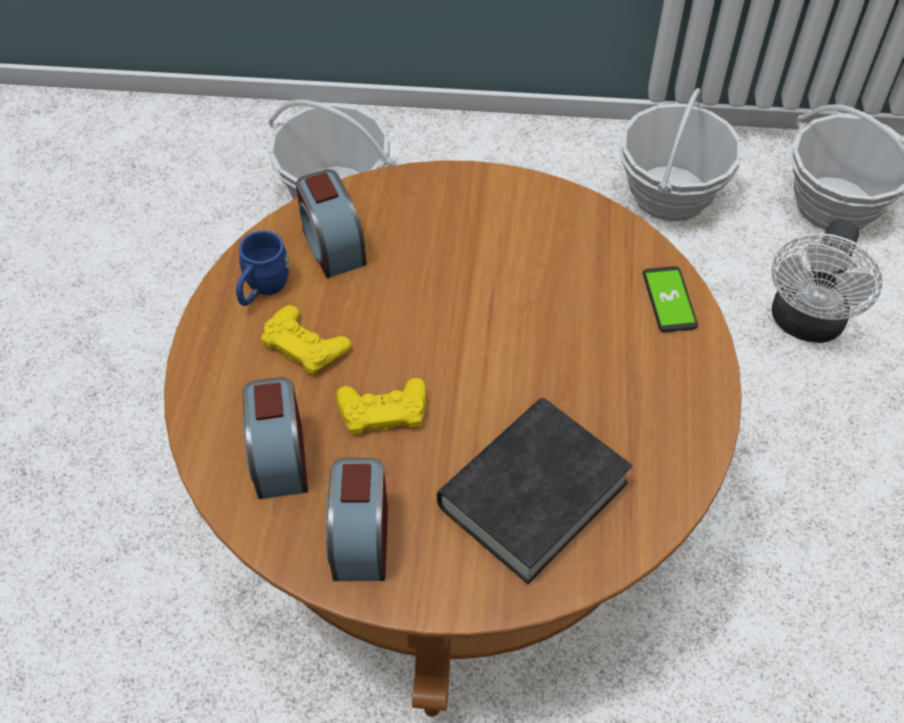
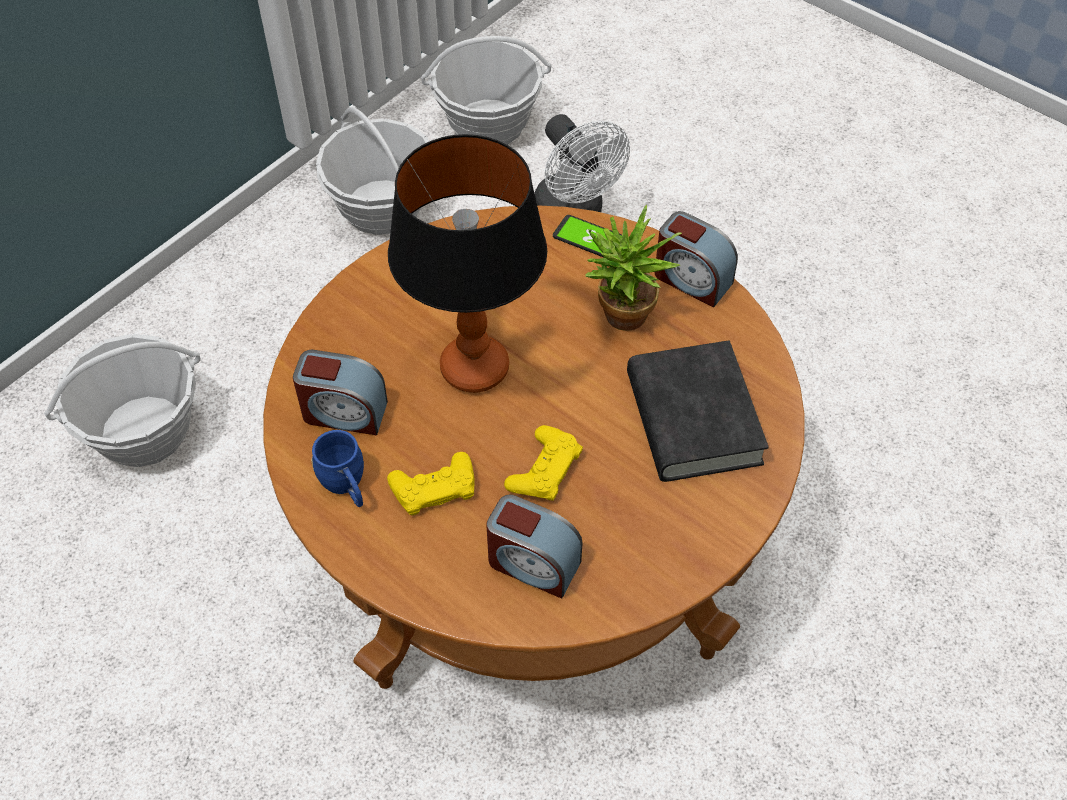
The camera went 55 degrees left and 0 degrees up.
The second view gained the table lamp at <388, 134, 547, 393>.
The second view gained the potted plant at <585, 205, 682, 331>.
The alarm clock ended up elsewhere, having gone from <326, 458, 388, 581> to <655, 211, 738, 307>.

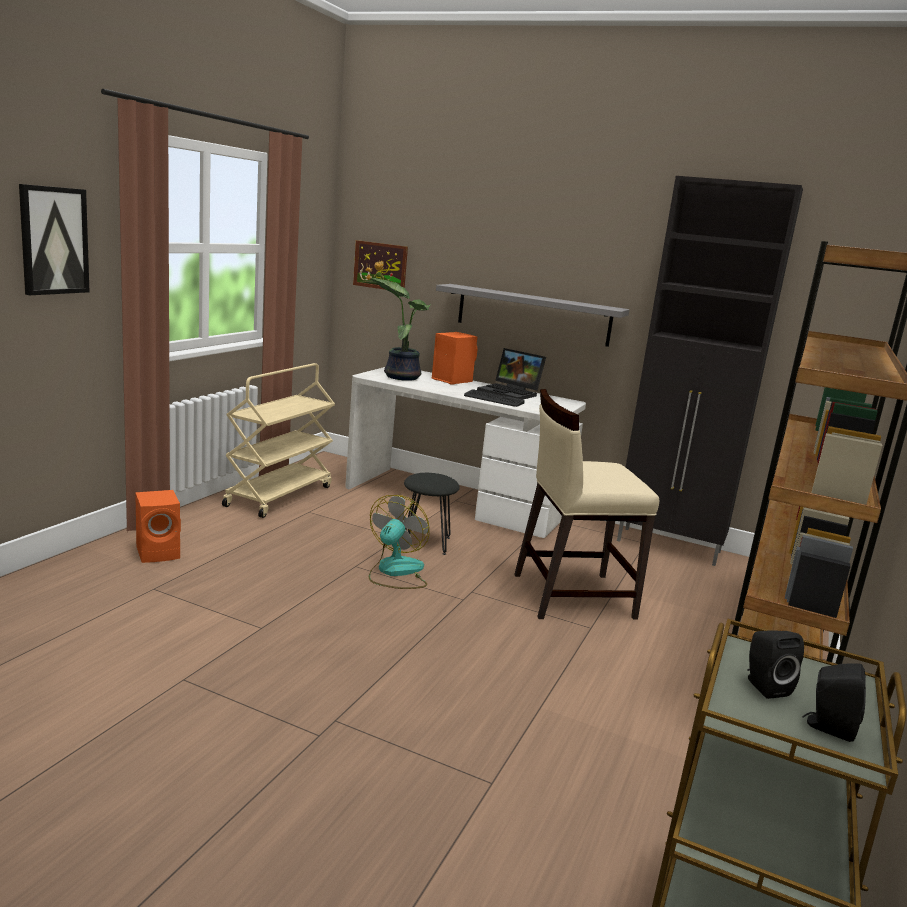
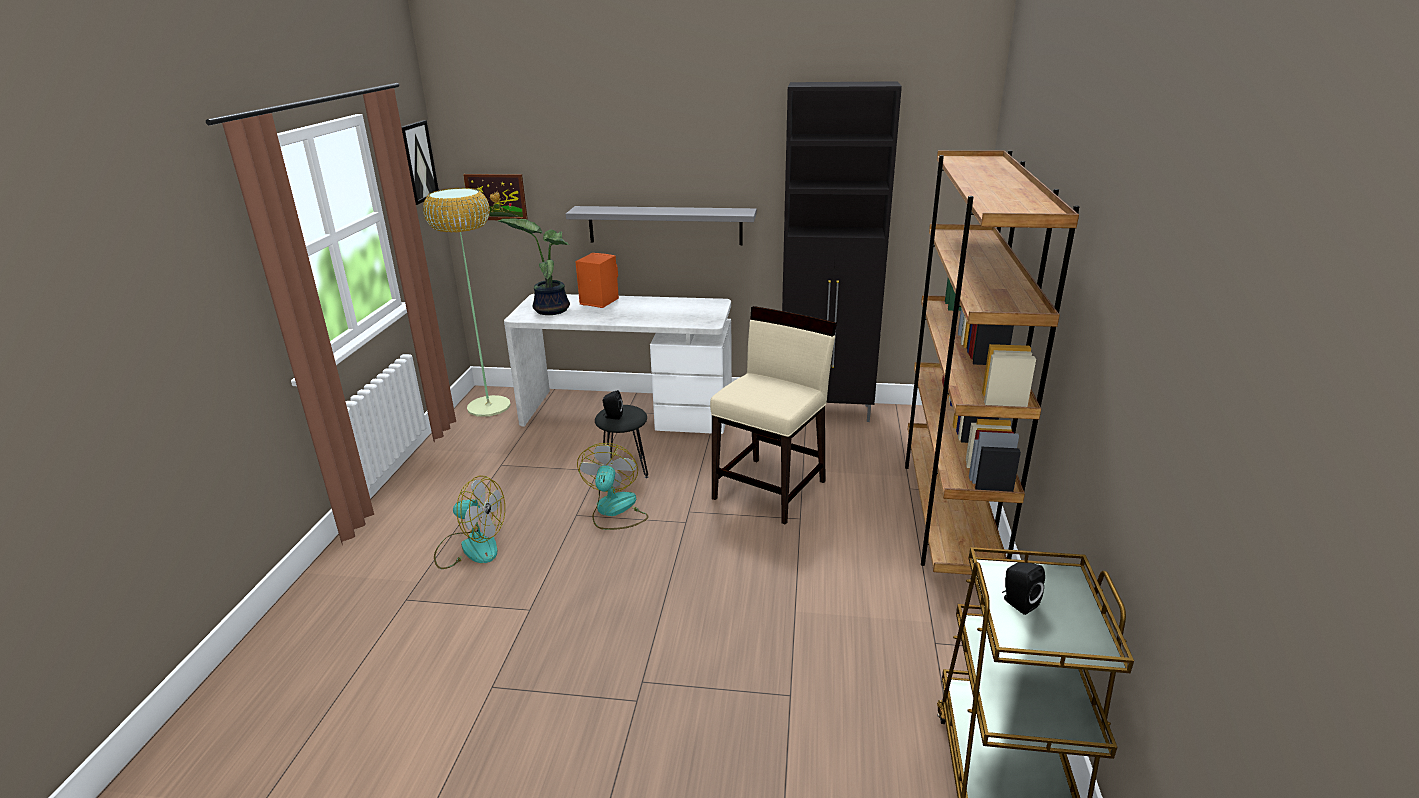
The camera went 15 degrees left and 10 degrees up.
The picture ended up elsewhere, having gone from <19, 184, 89, 295> to <401, 120, 439, 205>.
The second view gained the floor lamp at <423, 188, 511, 417>.
The second view gained the fan at <434, 476, 505, 569>.
The black speaker ended up elsewhere, having gone from <802, 664, 866, 742> to <603, 390, 623, 420>.
The beige chair at <514, 389, 659, 620> ended up facing another way, 150 degrees clockwise from before.
The second view lost the orange speaker at <135, 490, 181, 563>.
The second view lost the beige cart at <222, 363, 335, 518>.
The second view lost the keyboard at <464, 389, 525, 407>.
The second view lost the laptop at <477, 348, 546, 400>.

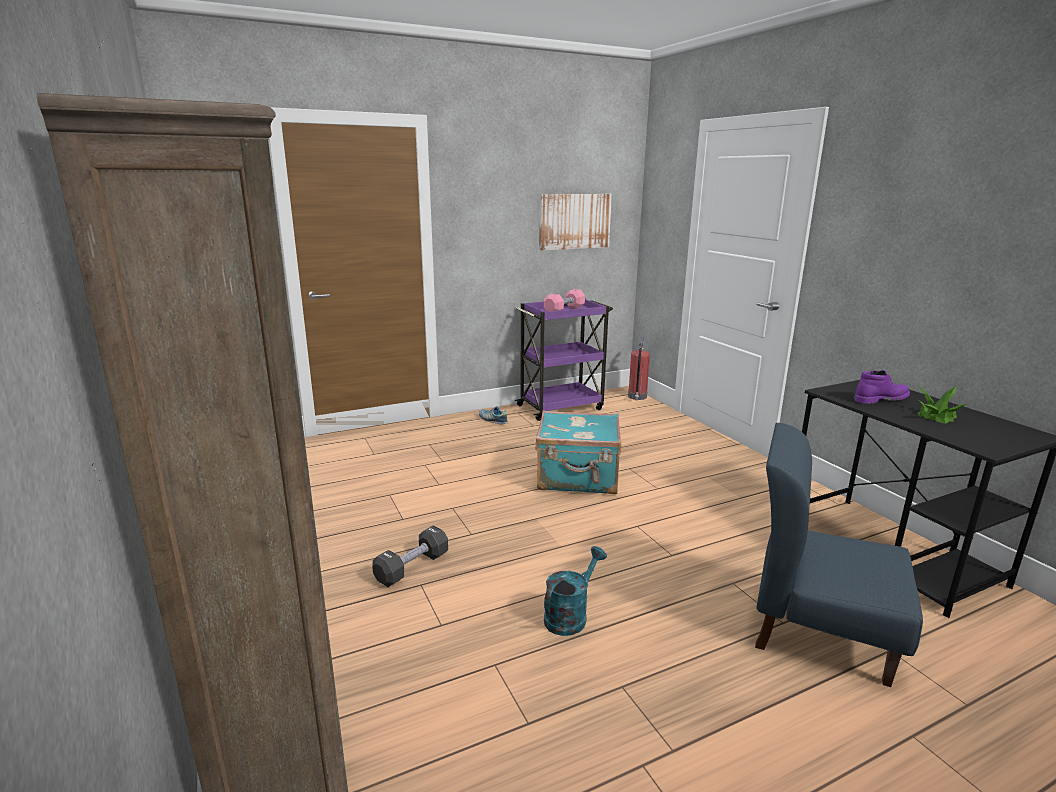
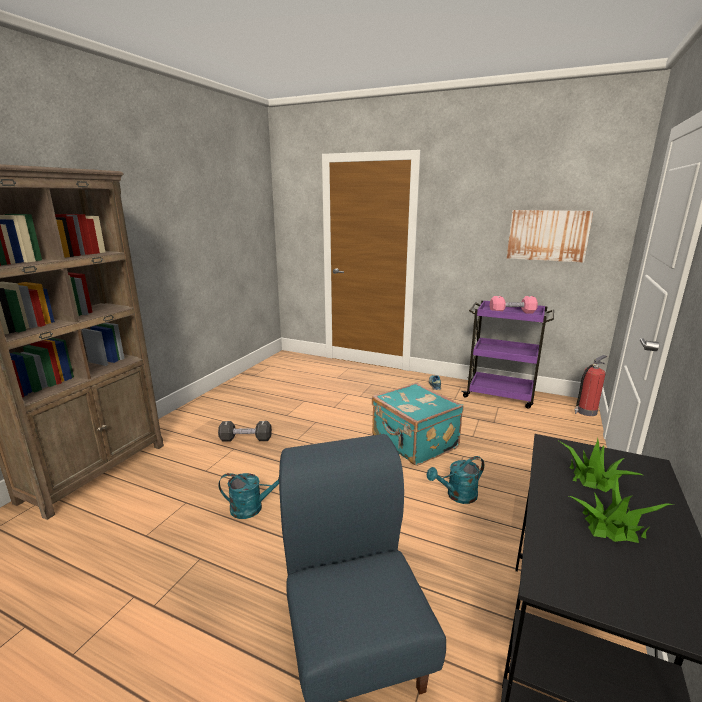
The camera went 50 degrees right and 0 degrees up.
The second view gained the turquoise watering can at <427, 456, 484, 504>.
Where the purple boot stood at <854, 370, 910, 404>, the potted plant came to stand at <557, 438, 642, 492>.

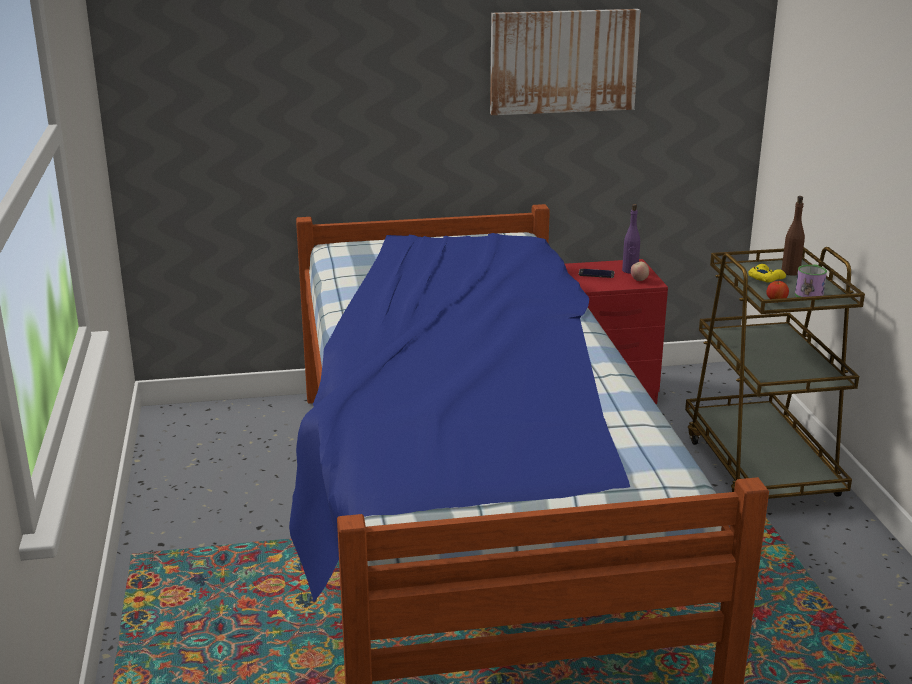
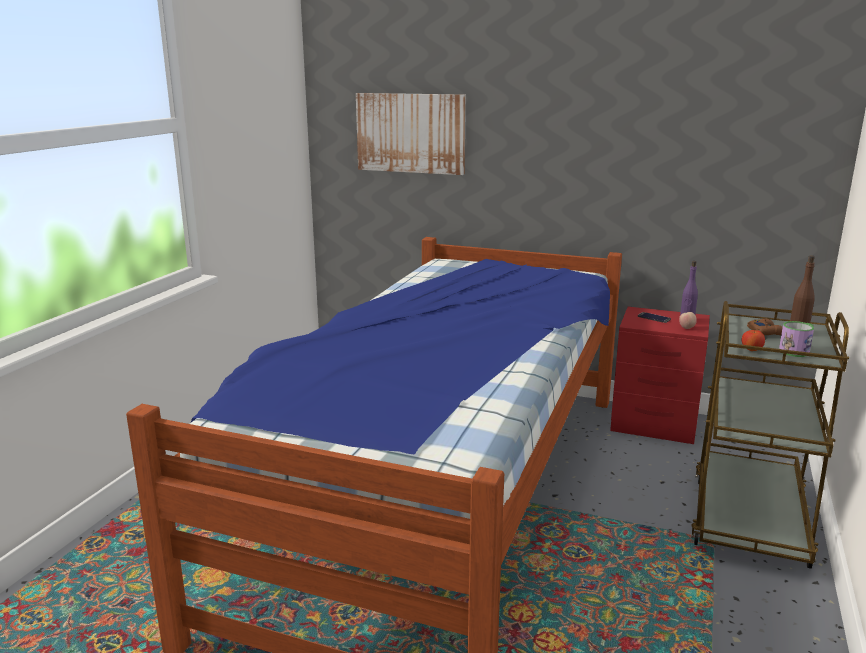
The camera went 30 degrees right and 5 degrees down.
The picture ended up elsewhere, having gone from <490, 9, 641, 115> to <356, 93, 466, 175>.
What was the yellow game controller at <748, 264, 786, 283> turned into the brown game controller at <747, 318, 783, 335>.

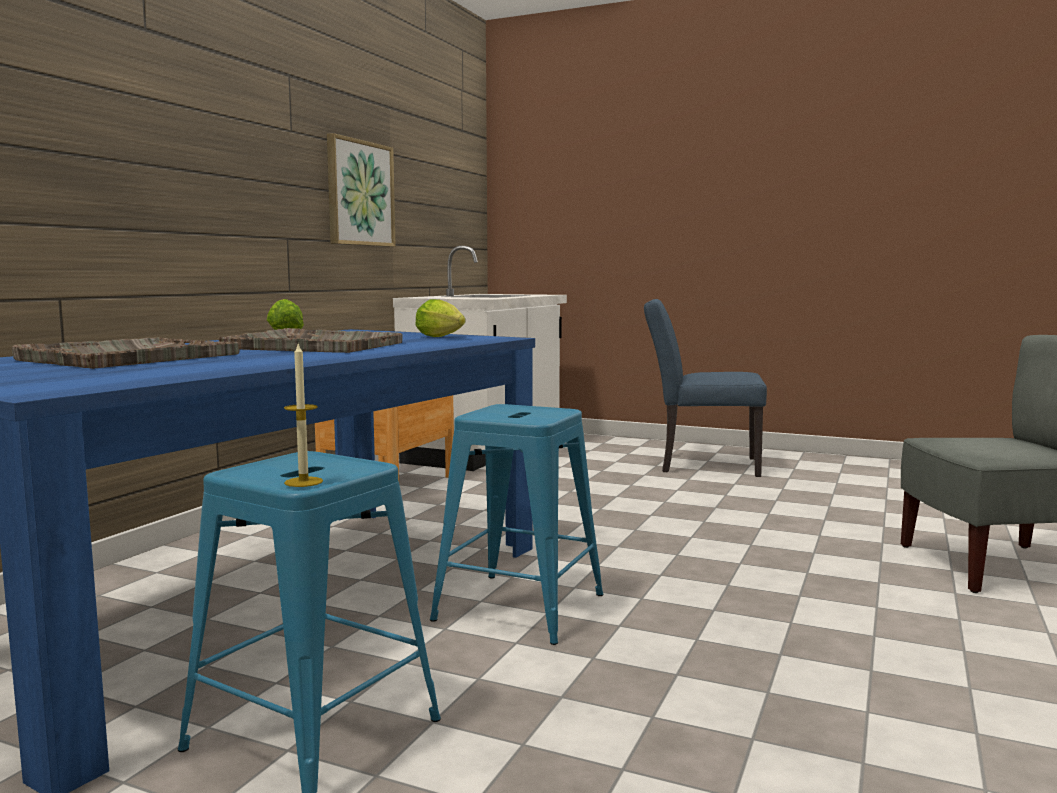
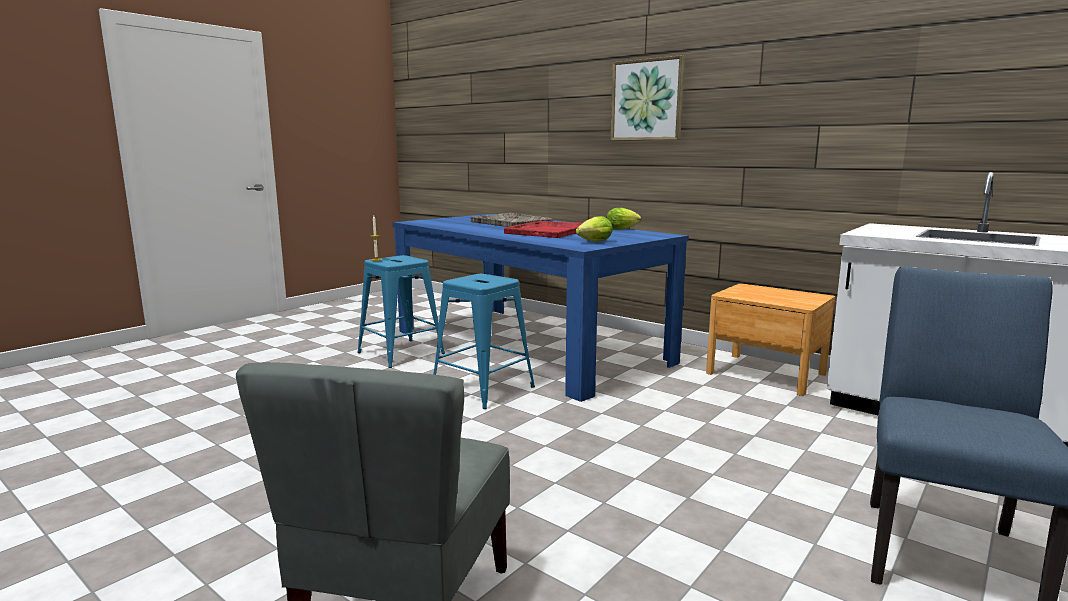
The camera went 105 degrees right and 5 degrees up.
What was the grey tray at <219, 328, 403, 353> turned into the red tray at <504, 221, 582, 238>.
The picture ended up elsewhere, having gone from <327, 133, 396, 247> to <610, 55, 685, 141>.

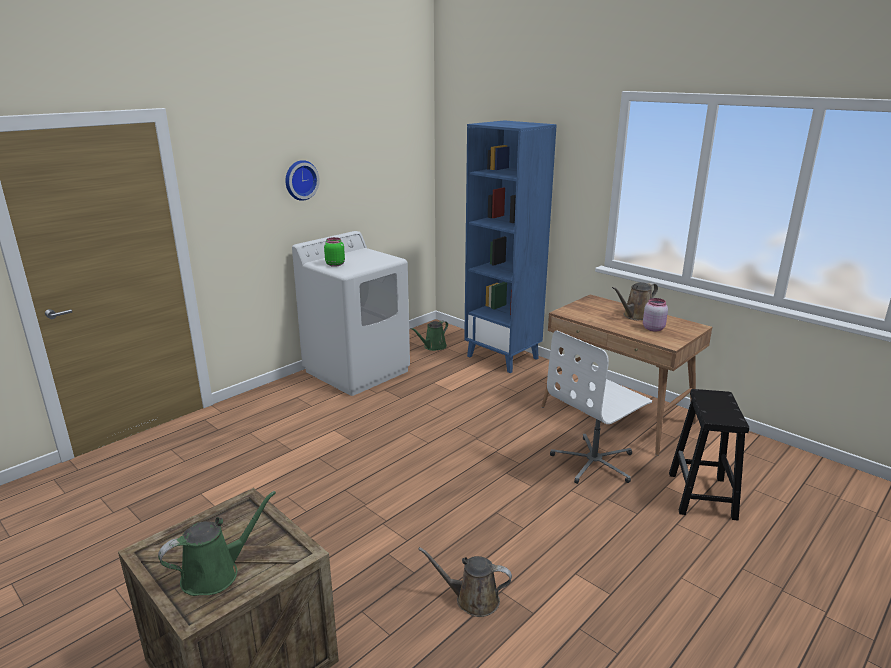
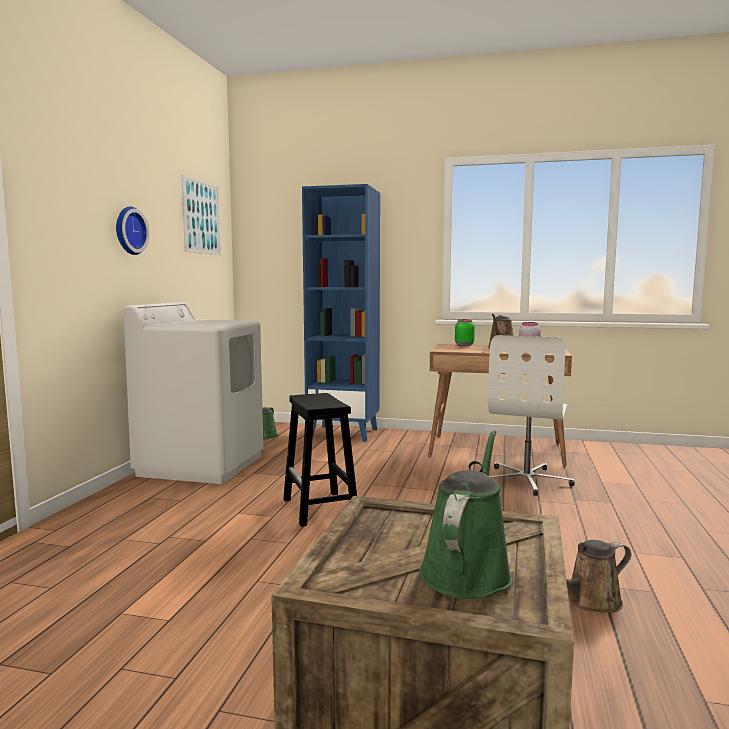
The camera went 30 degrees left and 15 degrees down.
The second view gained the picture at <181, 174, 221, 255>.
The black stool ended up elsewhere, having gone from <669, 389, 749, 520> to <283, 393, 357, 527>.
The green jar ended up elsewhere, having gone from <324, 237, 345, 267> to <455, 319, 475, 346>.

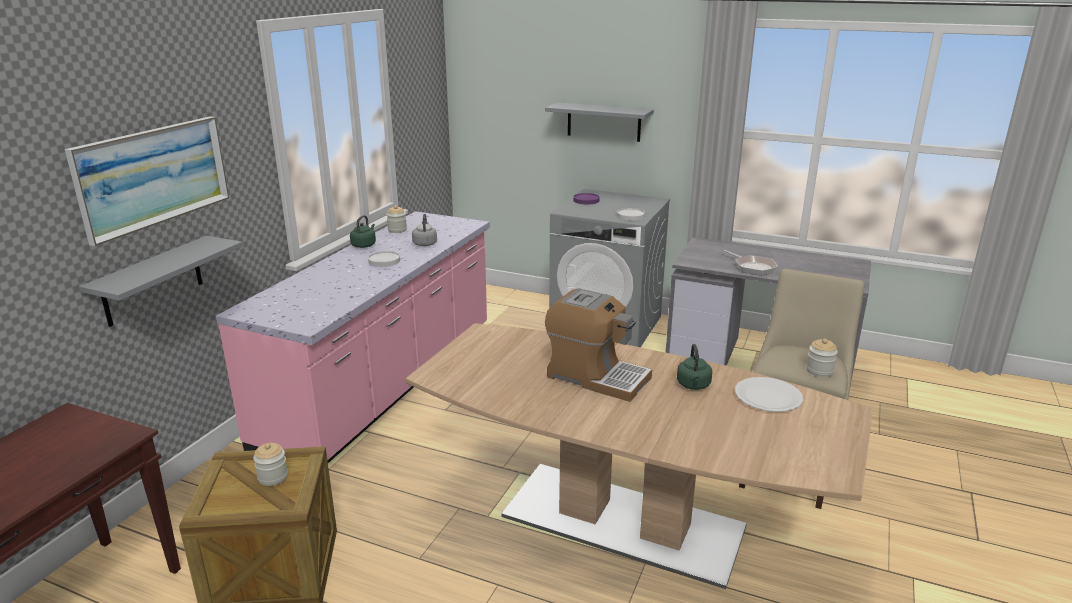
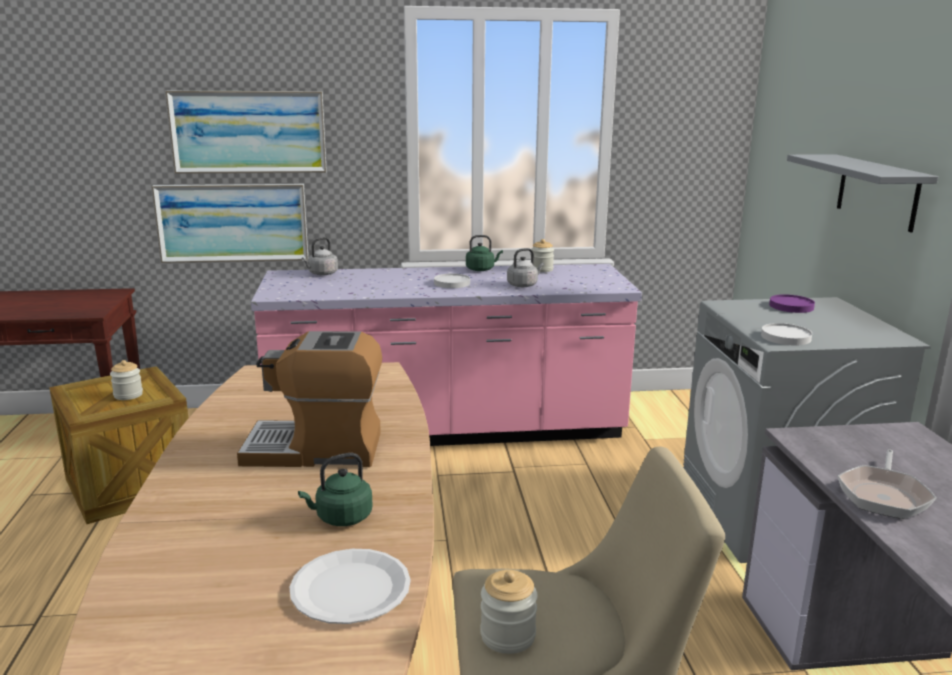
The camera went 60 degrees right and 5 degrees down.
Where the grey shelf hung at <79, 236, 243, 327>, the picture came to hang at <152, 184, 308, 263>.
The coffee machine at <545, 288, 652, 402> ended up facing another way, 90 degrees clockwise from before.
The second view gained the grey kettle at <302, 237, 338, 275>.

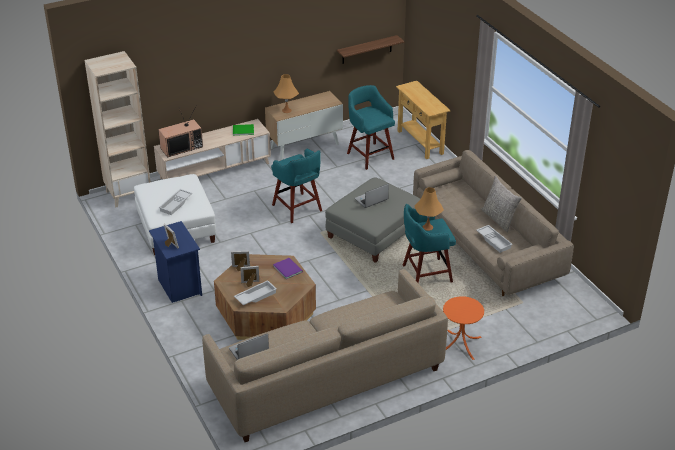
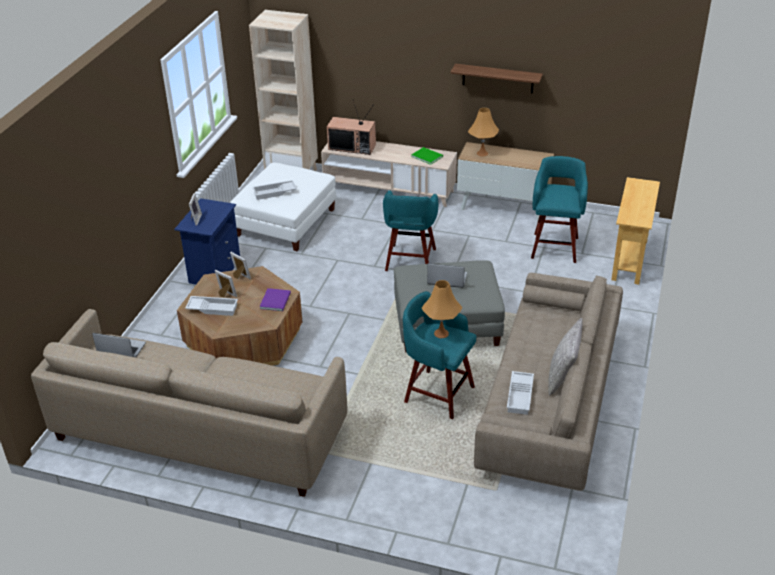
The camera went 45 degrees right and 0 degrees up.
The shelf ended up elsewhere, having gone from <337, 35, 404, 64> to <450, 64, 543, 94>.
The second view lost the orange side table at <443, 296, 484, 360>.

